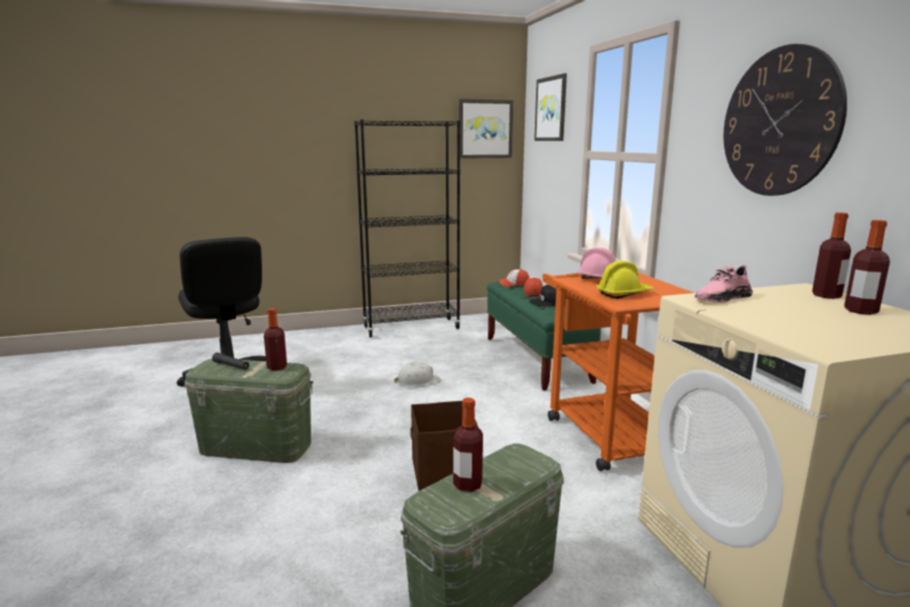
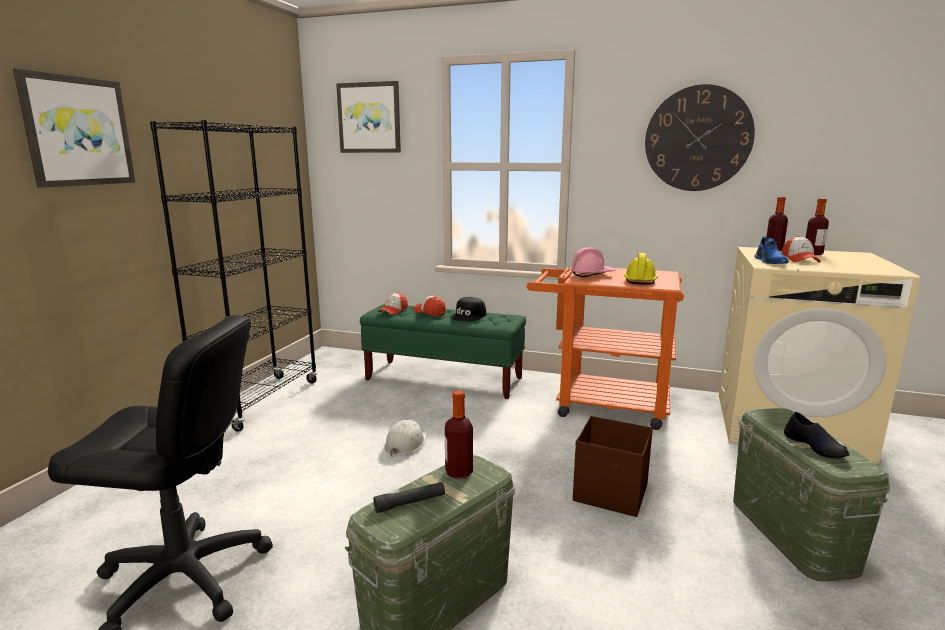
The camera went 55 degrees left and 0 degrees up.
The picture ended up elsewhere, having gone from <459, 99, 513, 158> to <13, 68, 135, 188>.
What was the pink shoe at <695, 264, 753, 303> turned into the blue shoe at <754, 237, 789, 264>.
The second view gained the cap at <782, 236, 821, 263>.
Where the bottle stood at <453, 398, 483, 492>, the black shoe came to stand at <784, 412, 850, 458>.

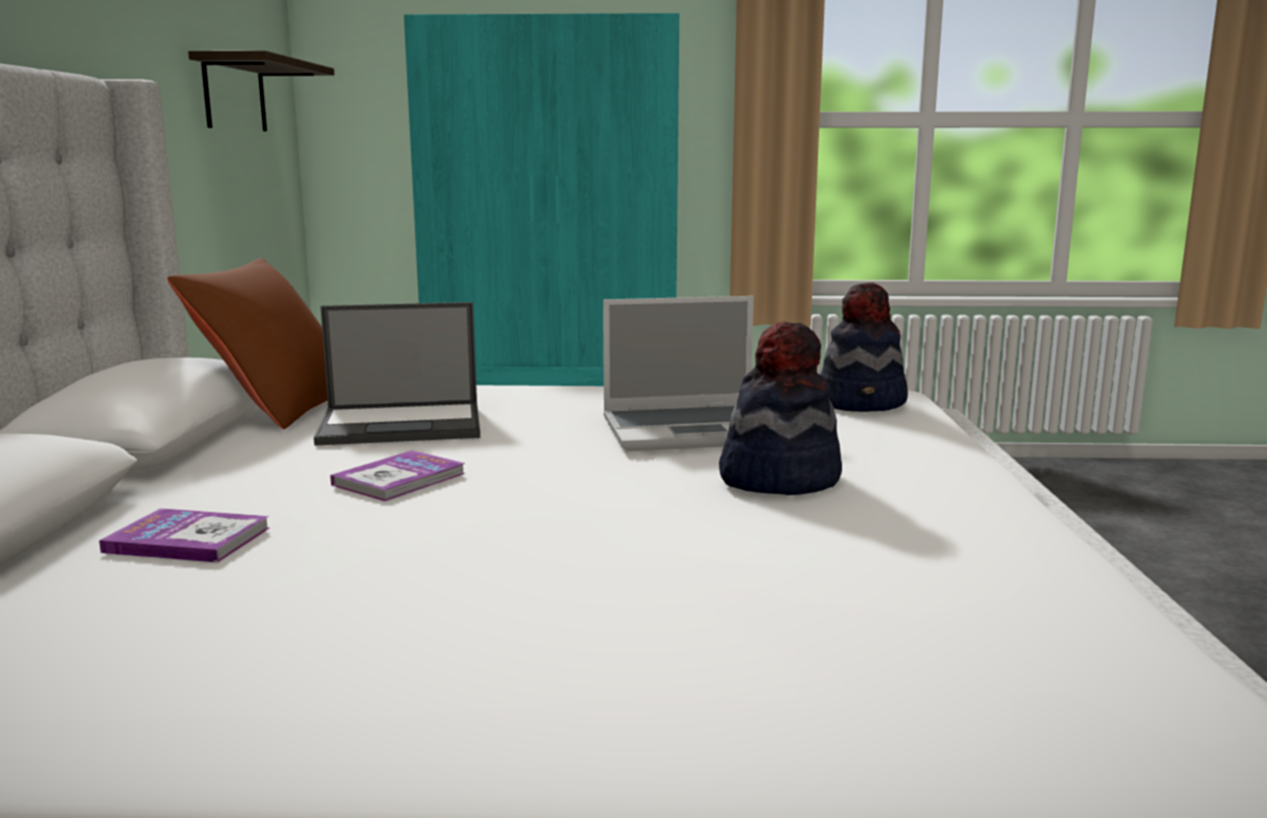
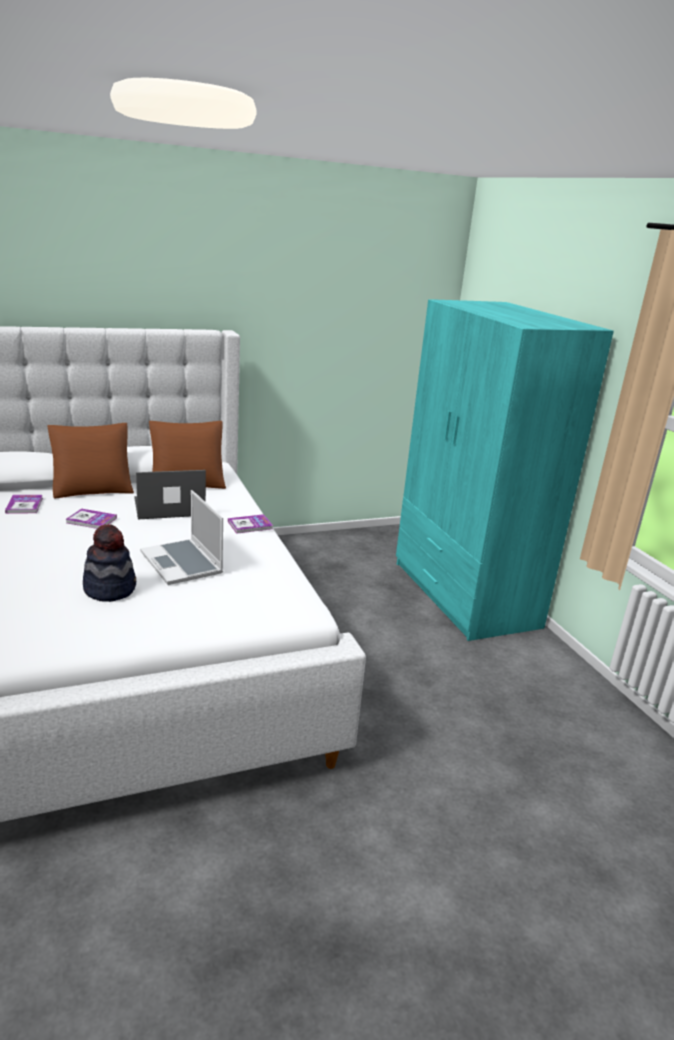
The camera went 65 degrees right and 10 degrees up.
The second view gained the brown pillow at <48, 423, 134, 498>.
The laptop at <314, 302, 480, 446> ended up facing another way, 105 degrees clockwise from before.
The second view gained the book at <228, 514, 273, 534>.
The second view lost the shelf at <188, 51, 334, 131>.
The second view lost the hat at <821, 282, 908, 412>.

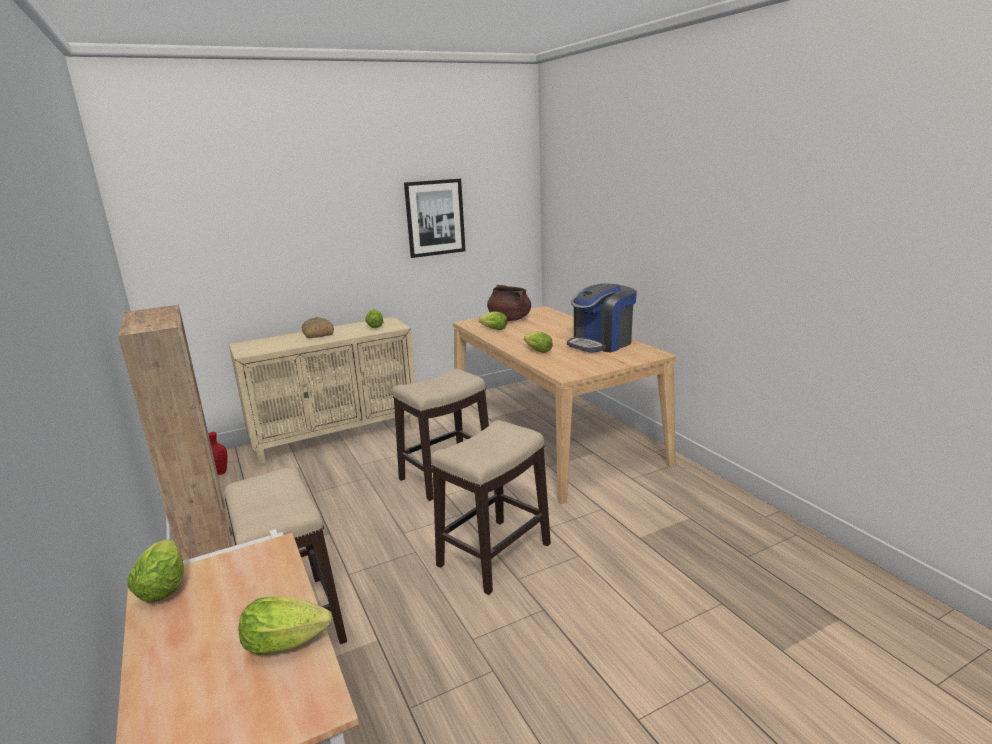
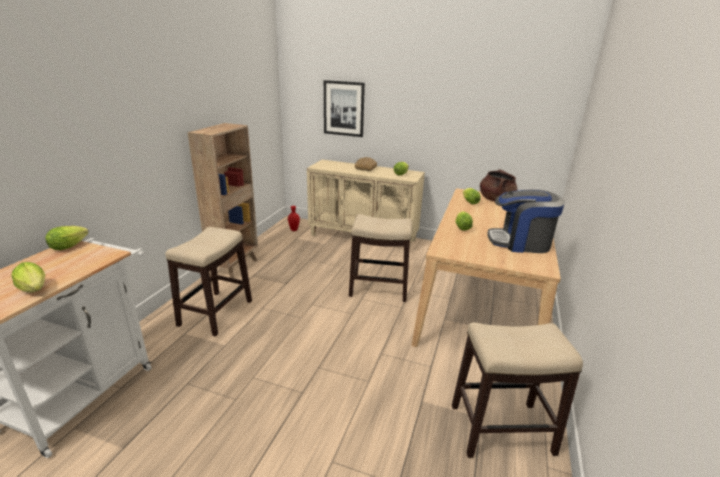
The camera went 45 degrees right and 5 degrees up.
The picture ended up elsewhere, having gone from <404, 178, 465, 258> to <324, 80, 365, 137>.
The stool ended up elsewhere, having gone from <431, 420, 551, 595> to <452, 322, 583, 458>.

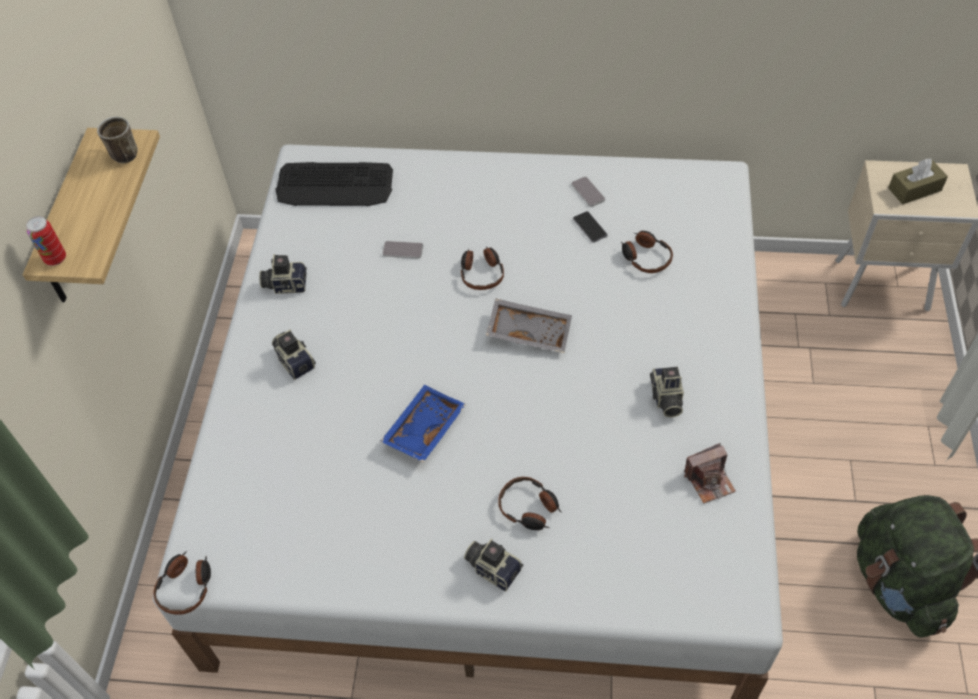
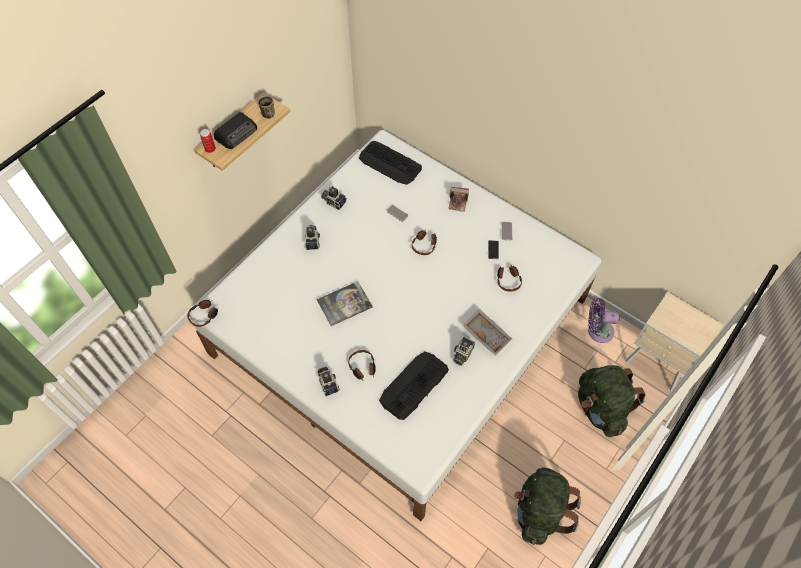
The camera went 30 degrees right and 5 degrees up.
The second view gained the radio at <214, 112, 257, 149>.
Where the blue tray stood at <380, 385, 466, 462>, the book came to stand at <317, 281, 373, 326>.
The second view gained the keyboard at <379, 351, 449, 420>.
The photo camera ended up elsewhere, having gone from <684, 443, 736, 504> to <448, 187, 469, 212>.
The grey tray ended up elsewhere, having gone from <486, 298, 572, 353> to <462, 309, 512, 356>.
The second view gained the green backpack at <578, 365, 646, 437>.
The second view gained the purple fan at <588, 298, 620, 343>.
The second view lost the brown tissue box at <888, 158, 948, 204>.

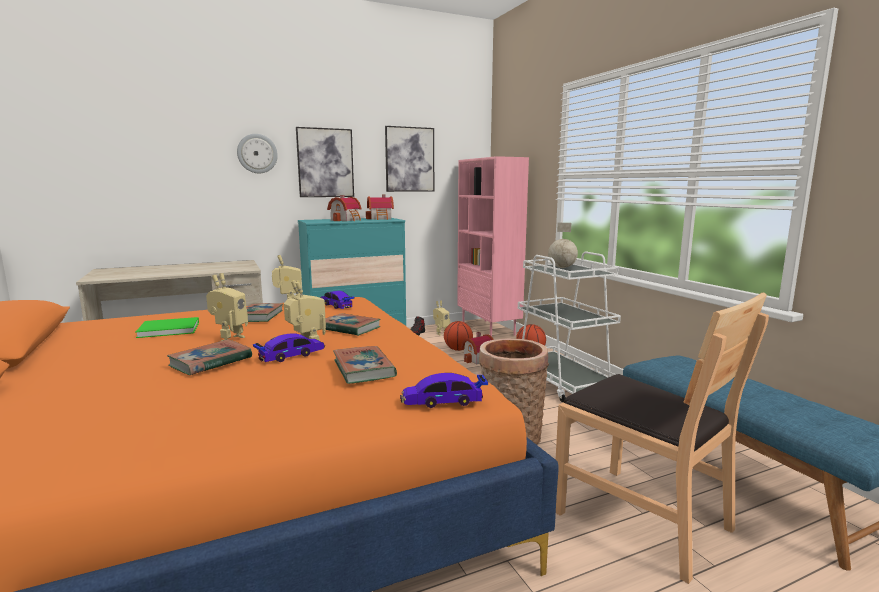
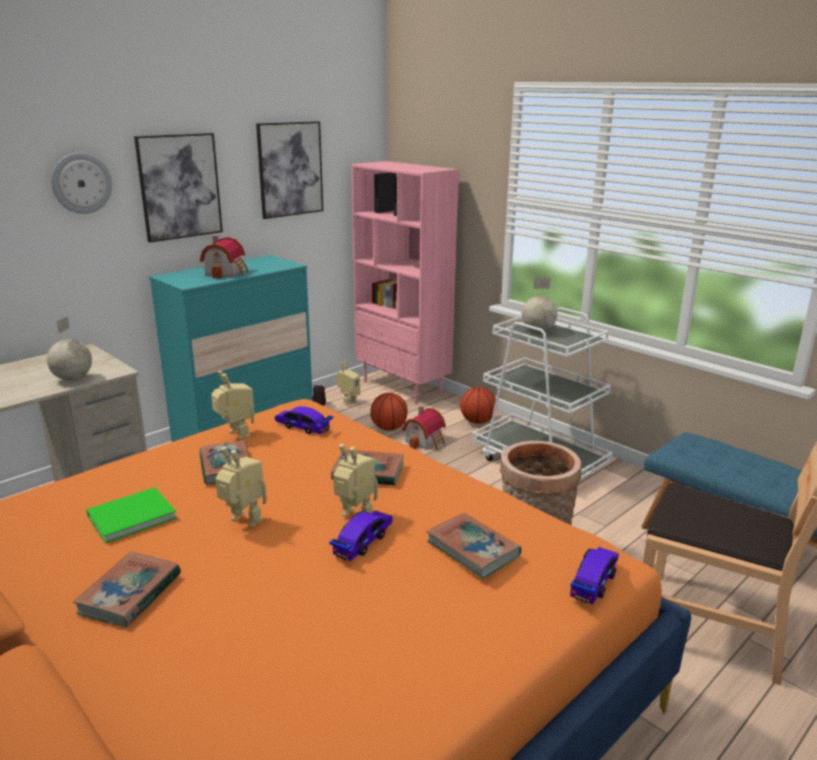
The camera went 20 degrees left and 10 degrees up.
The second view gained the globe at <47, 316, 92, 380>.
The book ended up elsewhere, having gone from <167, 339, 252, 375> to <73, 552, 181, 627>.
The toy robot at <206, 273, 248, 341> ended up facing another way, 60 degrees counterclockwise from before.
The toy car at <400, 373, 488, 408> ended up facing another way, 150 degrees clockwise from before.
The second view lost the toy house at <366, 195, 394, 220>.

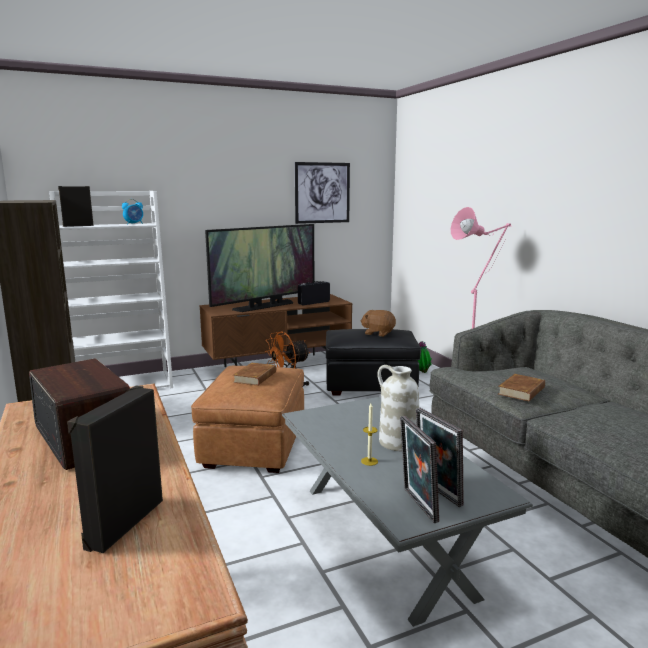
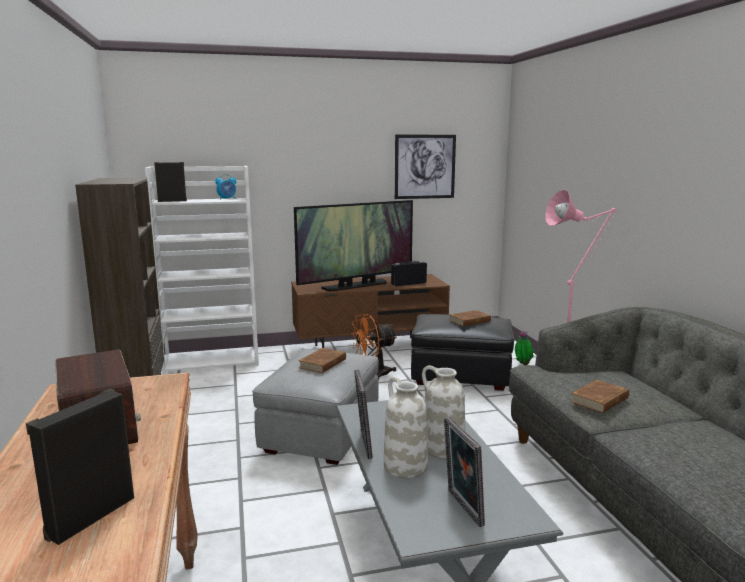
The camera went 10 degrees right and 0 degrees up.
What was the brown ottoman at <191, 366, 304, 473> turned into the grey ottoman at <252, 349, 379, 465>.
The picture frame ended up elsewhere, having gone from <400, 416, 439, 523> to <354, 369, 373, 459>.
Where the candle stood at <361, 403, 378, 466>, the white vase came to stand at <384, 377, 428, 478>.
Where the brown plush toy stood at <361, 310, 396, 337>, the brown book came to stand at <449, 310, 492, 326>.

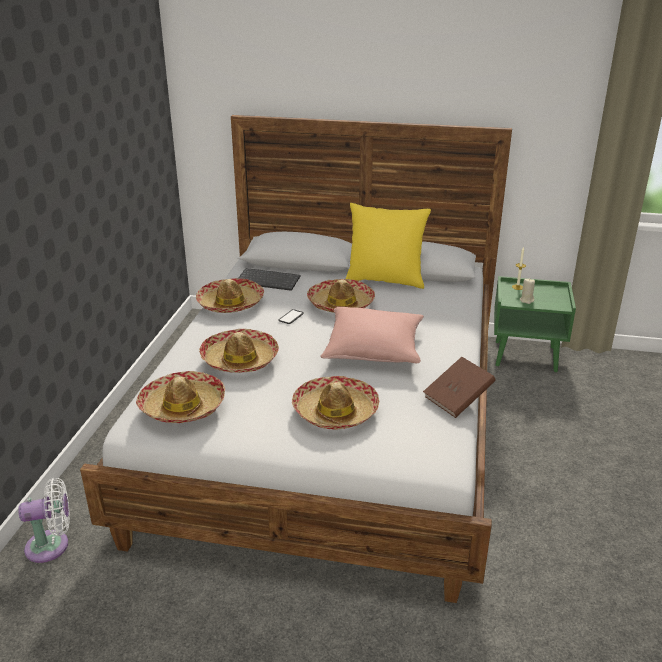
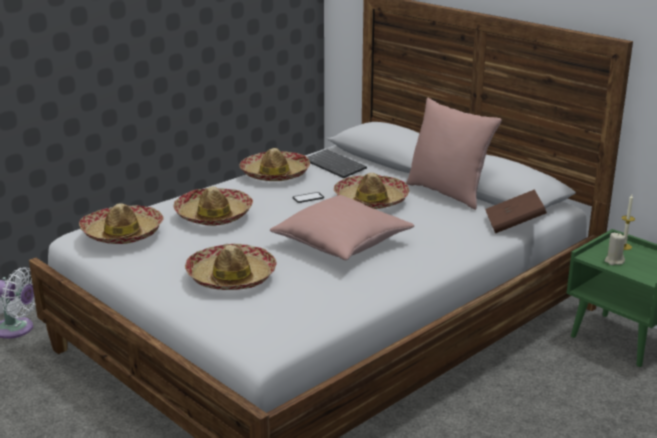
The camera went 35 degrees right and 5 degrees down.
What was the yellow pillow at <346, 203, 431, 289> turned into the pink pillow at <406, 98, 502, 210>.
The brown book ended up elsewhere, having gone from <423, 357, 496, 418> to <485, 189, 547, 233>.

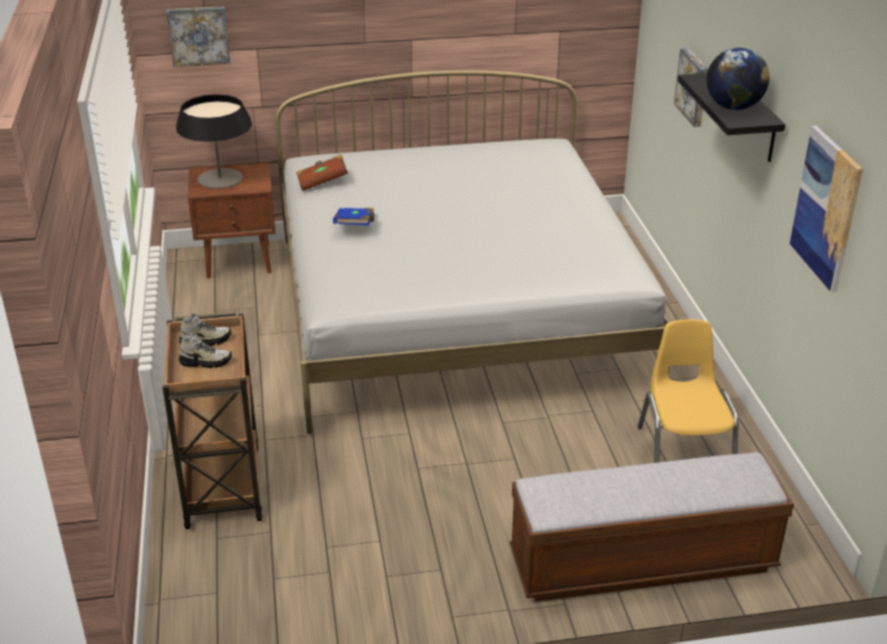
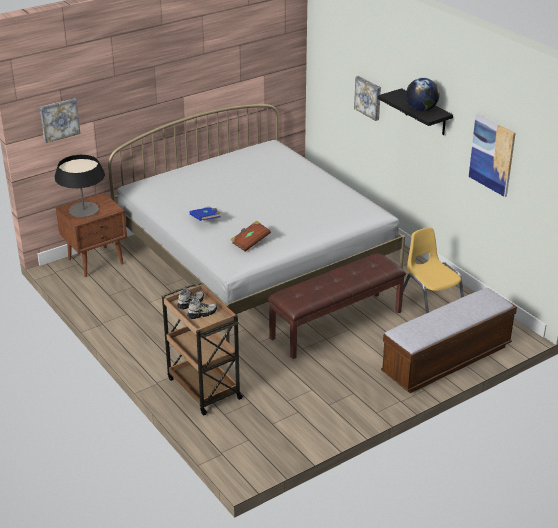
The camera went 25 degrees left and 0 degrees up.
The brown book ended up elsewhere, having gone from <296, 154, 348, 191> to <231, 220, 271, 252>.
The second view gained the brown bench at <268, 253, 406, 359>.

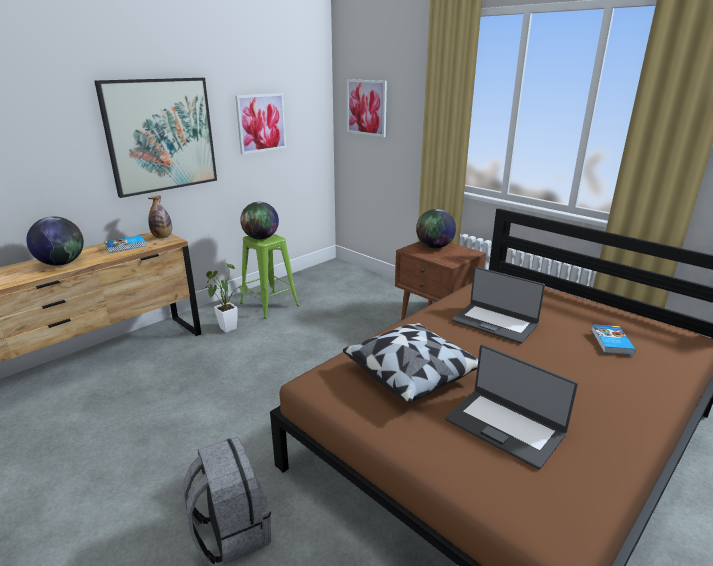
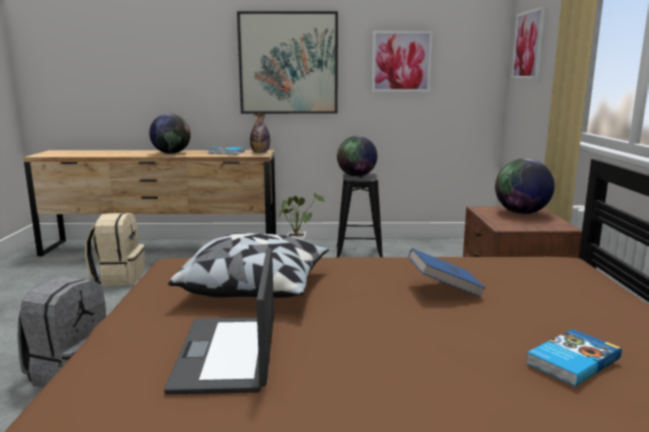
The camera went 45 degrees right and 10 degrees down.
The second view gained the beige backpack at <85, 213, 145, 286>.
What was the green stool at <240, 234, 299, 319> turned into the black stool at <337, 173, 383, 257>.
Where the laptop stood at <452, 267, 545, 344>, the blue book came to stand at <408, 248, 486, 297>.

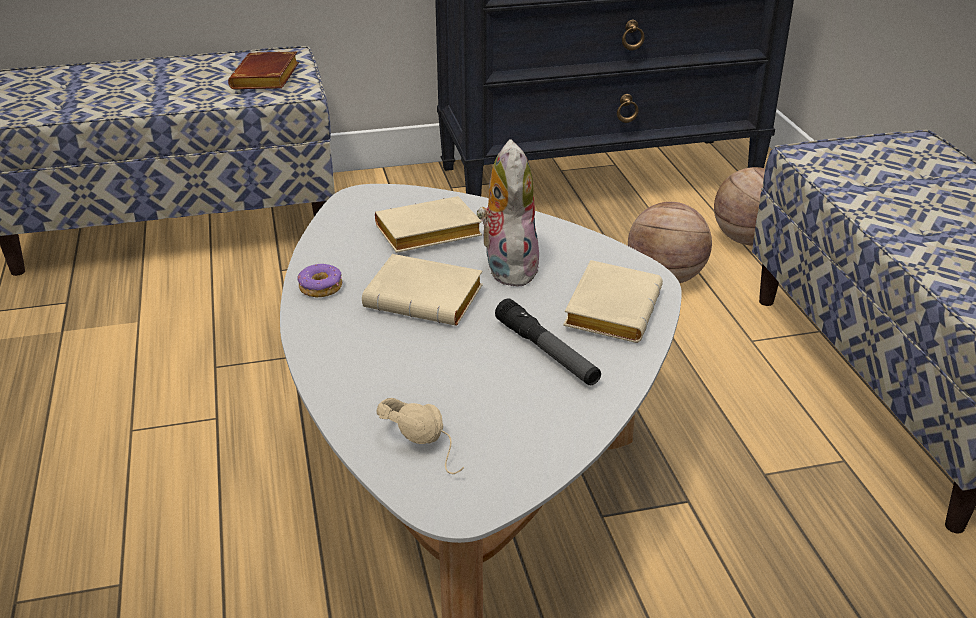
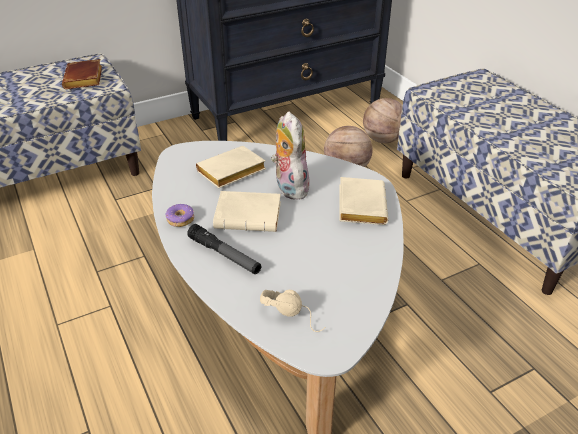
The camera went 15 degrees left and 5 degrees up.
The flashlight ended up elsewhere, having gone from <495, 298, 601, 385> to <187, 224, 262, 274>.

